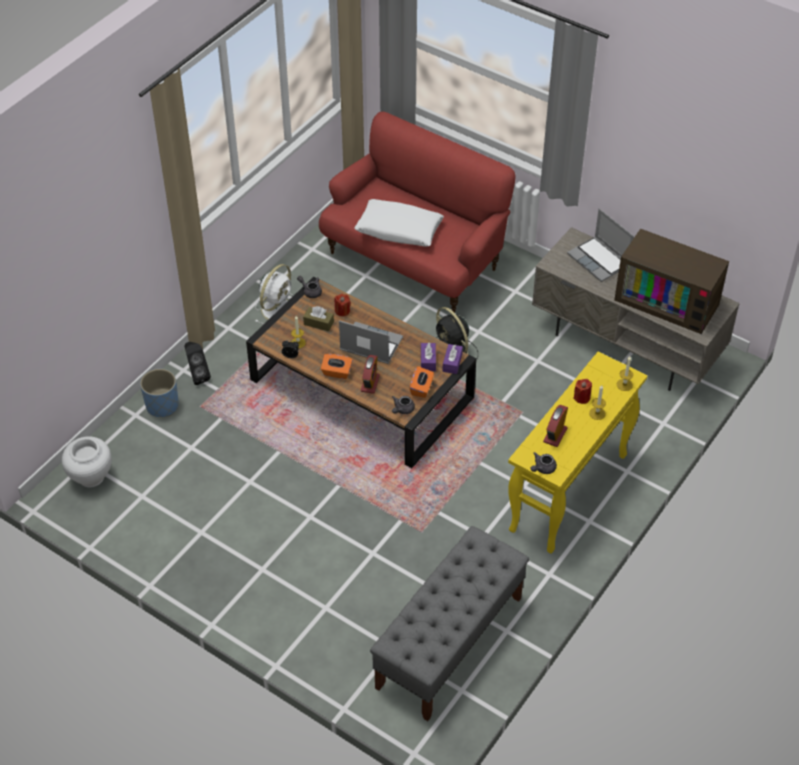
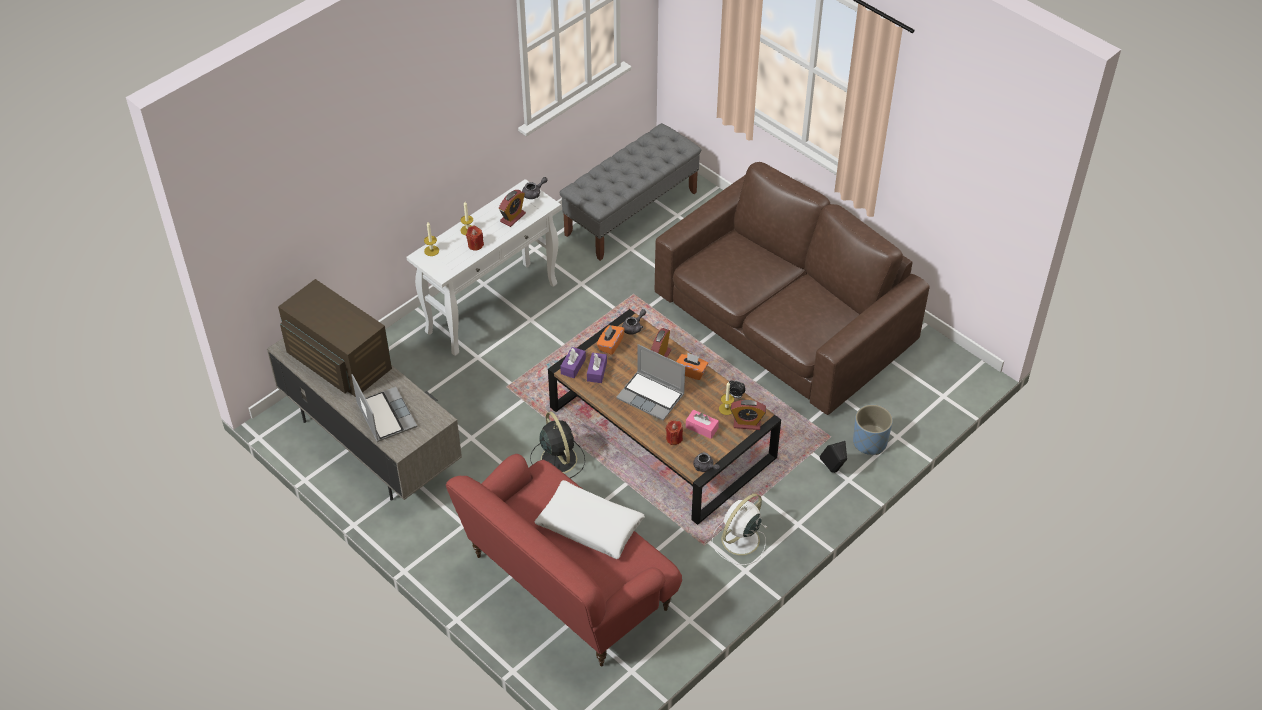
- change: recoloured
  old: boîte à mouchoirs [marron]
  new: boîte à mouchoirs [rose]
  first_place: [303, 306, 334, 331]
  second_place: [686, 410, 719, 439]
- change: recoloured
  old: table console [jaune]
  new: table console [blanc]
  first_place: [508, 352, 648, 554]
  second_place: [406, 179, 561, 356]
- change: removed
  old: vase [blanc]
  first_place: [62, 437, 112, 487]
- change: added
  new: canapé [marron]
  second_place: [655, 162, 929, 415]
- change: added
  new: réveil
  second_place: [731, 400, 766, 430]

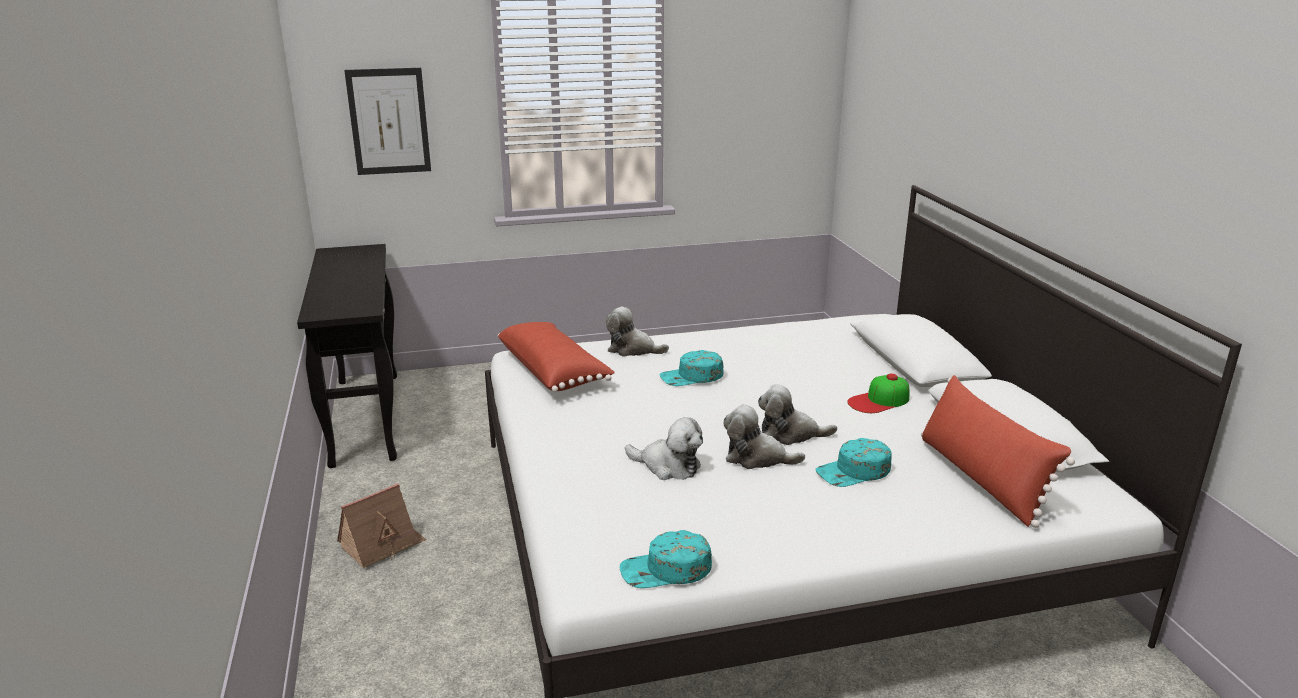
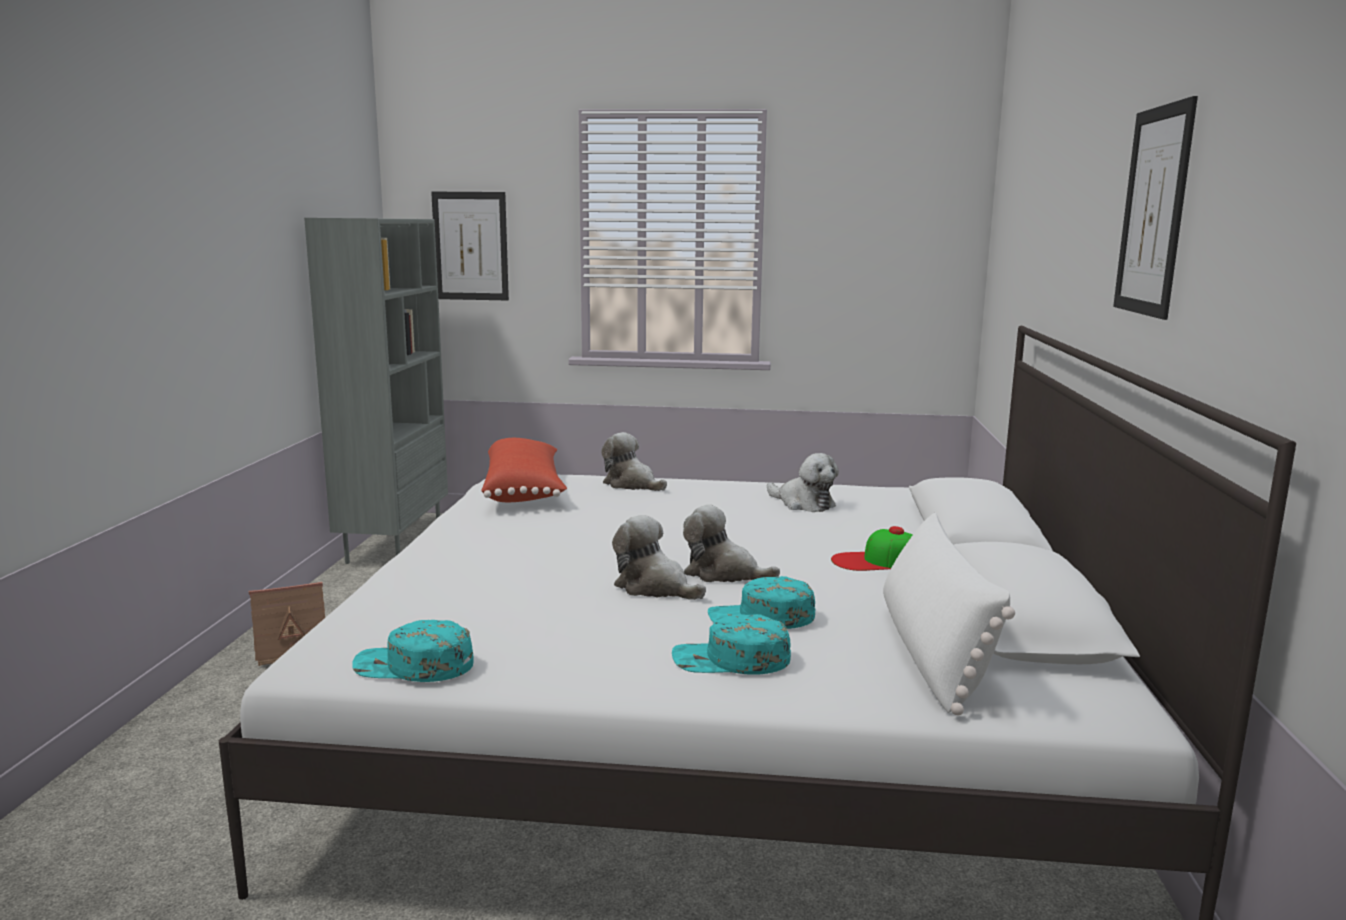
- change: replaced
  old: table console [noir]
  new: bibliothèque [gris]
  first_place: [297, 244, 397, 468]
  second_place: [304, 218, 448, 564]
- change: moved
  old: casquette [turquoise]
  first_place: [659, 350, 724, 386]
  second_place: [672, 614, 791, 675]
- change: recoloured
  old: coussin [rouge]
  new: coussin [blanc]
  first_place: [921, 375, 1075, 528]
  second_place: [883, 512, 1015, 715]
- change: moved
  old: peluche
  first_place: [625, 417, 703, 480]
  second_place: [767, 453, 839, 512]
- change: added
  new: tableau
  second_place: [1113, 96, 1198, 320]

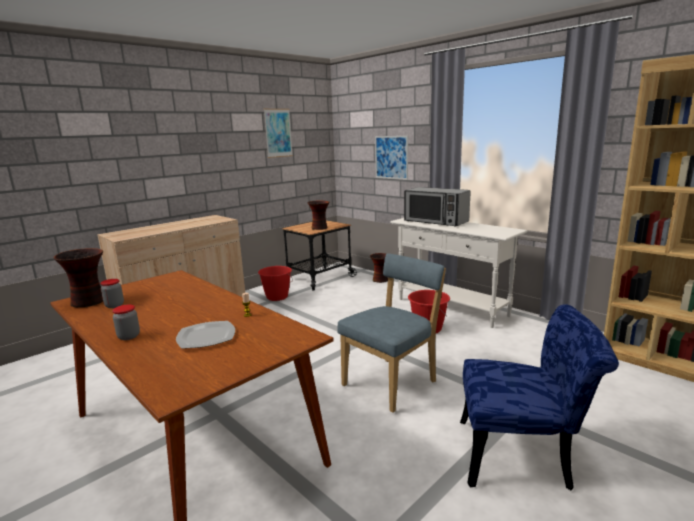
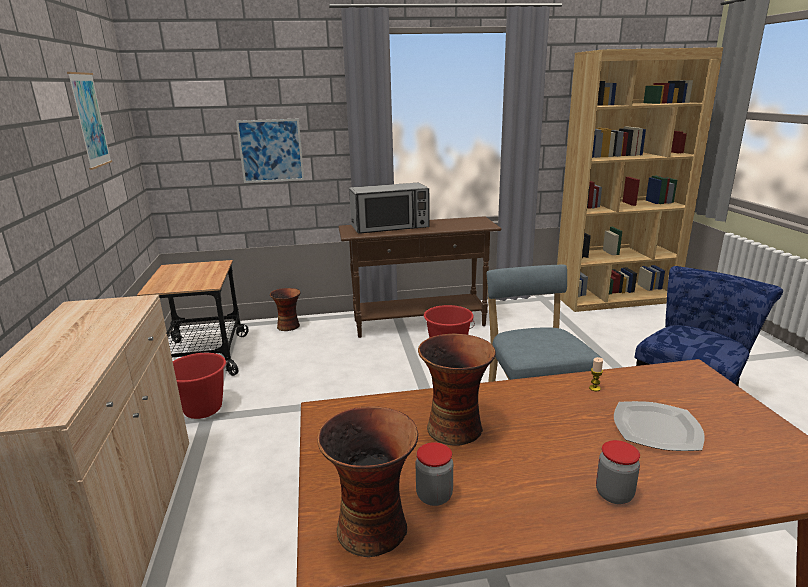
- change: moved
  old: vase
  first_place: [308, 200, 330, 230]
  second_place: [418, 334, 496, 446]
- change: recoloured
  old: table console [blanc]
  new: table console [marron]
  first_place: [390, 218, 527, 328]
  second_place: [338, 216, 501, 338]

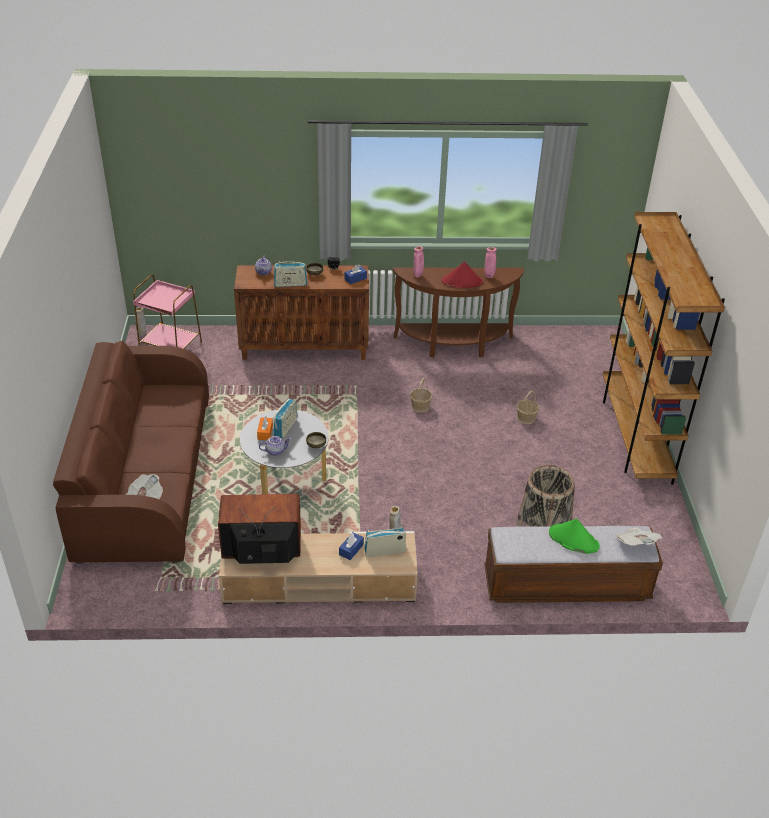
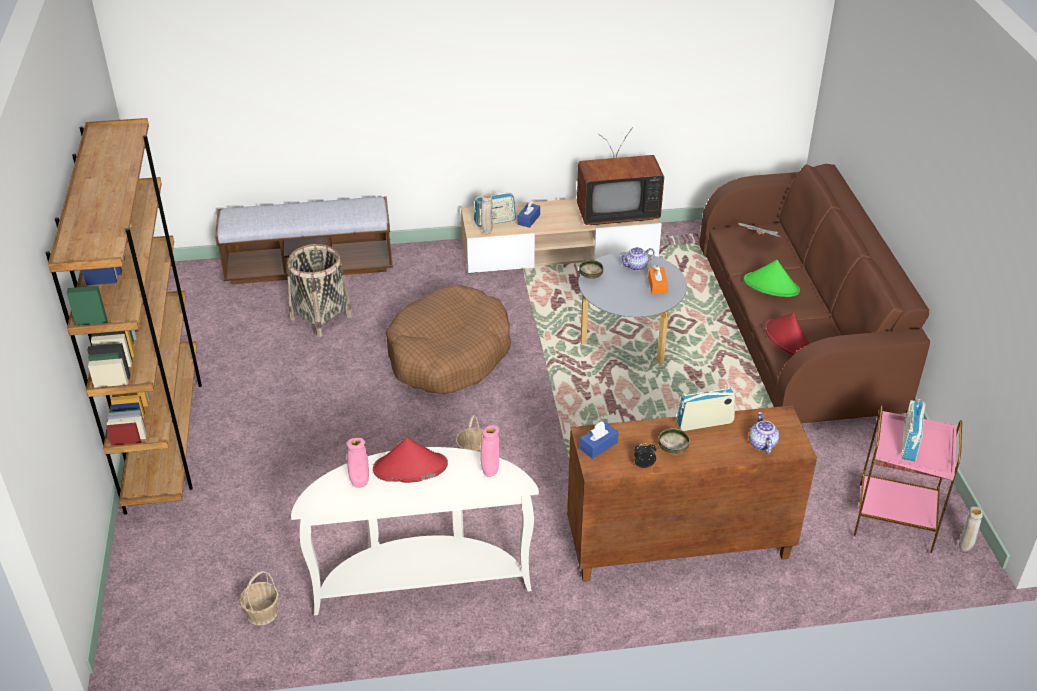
- change: recoloured
  old: table console [marron]
  new: table console [blanc]
  first_place: [393, 267, 524, 358]
  second_place: [291, 447, 539, 615]
- change: moved
  old: panier
  first_place: [516, 390, 539, 424]
  second_place: [239, 571, 279, 625]
- change: moved
  old: radio
  first_place: [273, 398, 298, 439]
  second_place: [902, 399, 926, 461]
- change: moved
  old: chapeau [vert]
  first_place: [549, 519, 600, 554]
  second_place: [744, 260, 800, 297]
- change: removed
  old: journal
  first_place: [616, 527, 663, 545]
- change: added
  new: panier pour chien [marron]
  second_place: [386, 285, 511, 394]
- change: added
  new: chapeau [rouge]
  second_place: [765, 313, 809, 355]

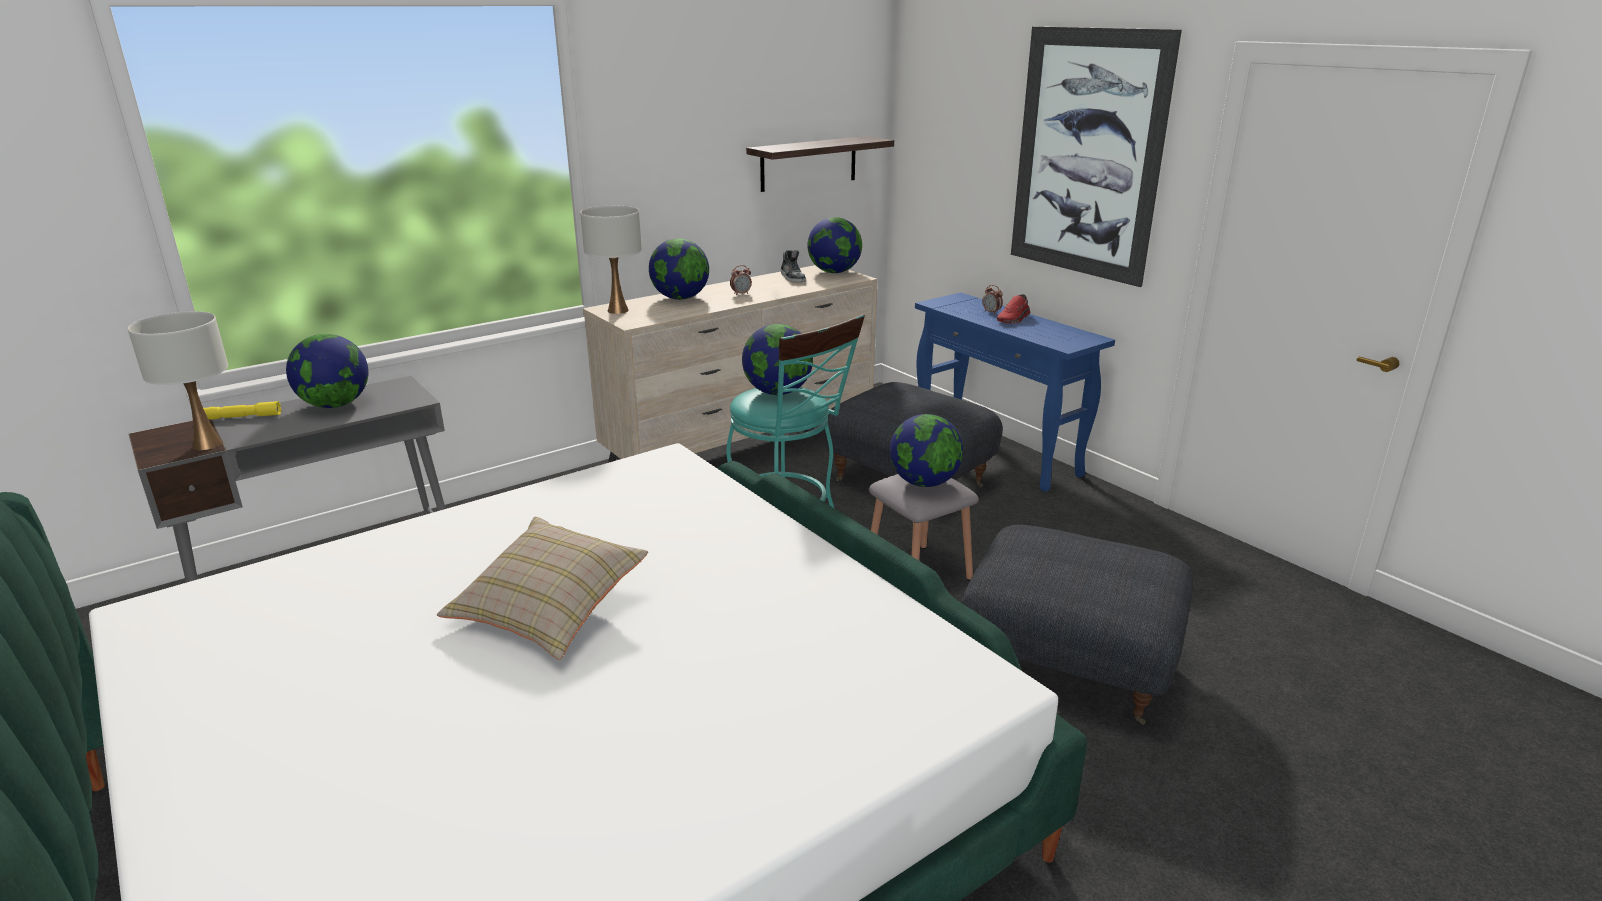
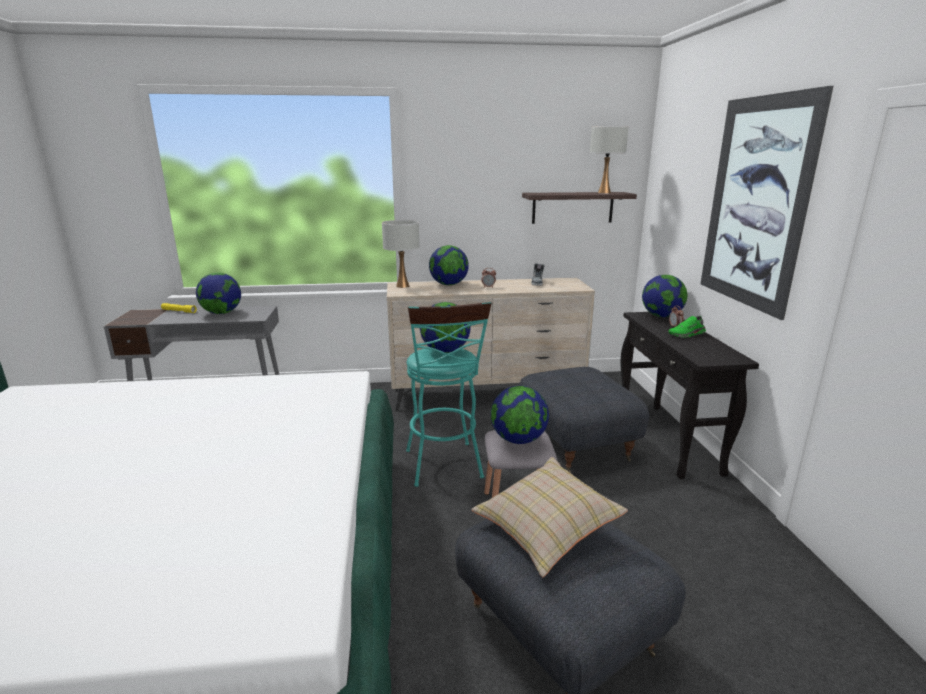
- change: moved
  old: globe
  first_place: [807, 217, 862, 273]
  second_place: [642, 275, 687, 317]
- change: recoloured
  old: table console [bleu]
  new: table console [noir]
  first_place: [915, 292, 1115, 492]
  second_place: [621, 312, 759, 479]
- change: recoloured
  old: chaussure [rouge]
  new: chaussure [vert]
  first_place: [997, 294, 1030, 324]
  second_place: [668, 316, 706, 338]
- change: moved
  old: lampe de table [blanc]
  first_place: [128, 311, 228, 450]
  second_place: [590, 126, 629, 194]
- change: moved
  old: coussin [beige]
  first_place: [437, 517, 648, 660]
  second_place: [471, 457, 628, 577]

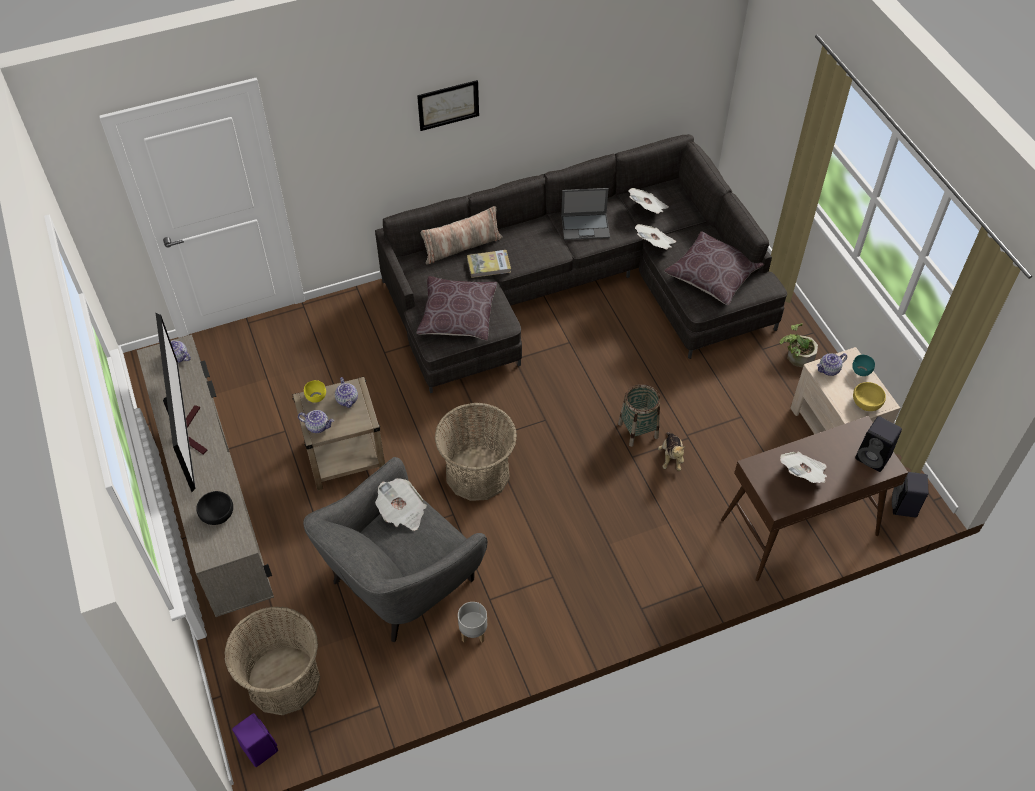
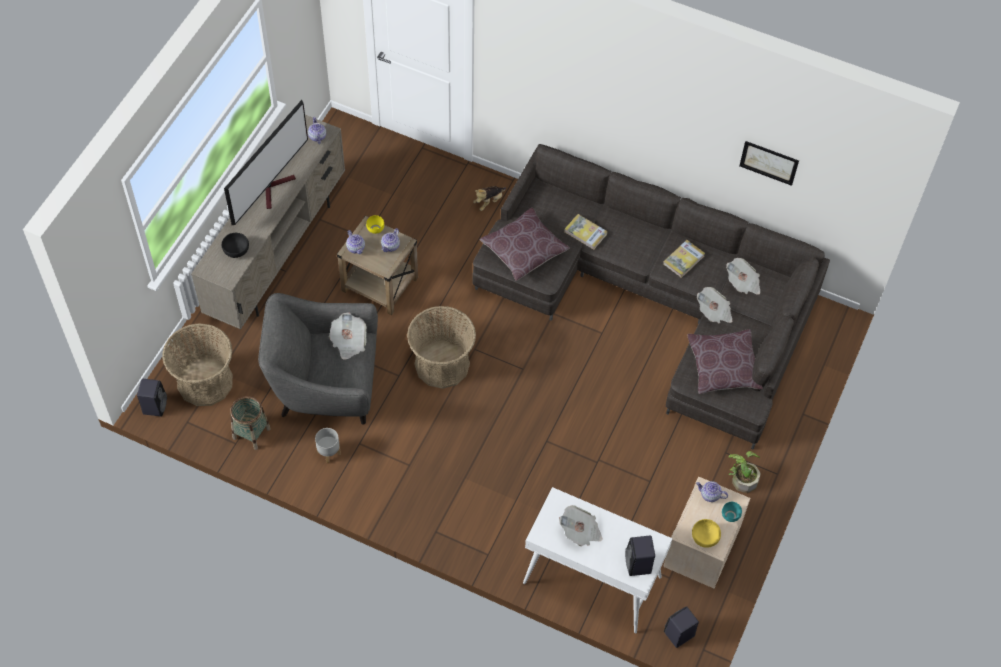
- change: moved
  old: tableau
  first_place: [417, 80, 479, 131]
  second_place: [739, 141, 799, 186]
- change: replaced
  old: ordinateur portable
  new: livre
  first_place: [561, 188, 610, 240]
  second_place: [663, 240, 705, 278]
- change: removed
  old: coussin
  first_place: [420, 206, 503, 265]
- change: moved
  old: panier
  first_place: [618, 384, 660, 447]
  second_place: [230, 396, 271, 450]
- change: recoloured
  old: table console [marron]
  new: table console [blanc]
  first_place: [721, 416, 908, 581]
  second_place: [523, 487, 673, 634]
- change: moved
  old: peluche
  first_place: [658, 432, 685, 471]
  second_place: [473, 186, 506, 211]
- change: recoloured
  old: enceinte [violet]
  new: enceinte [noir]
  first_place: [232, 713, 278, 767]
  second_place: [137, 379, 167, 416]

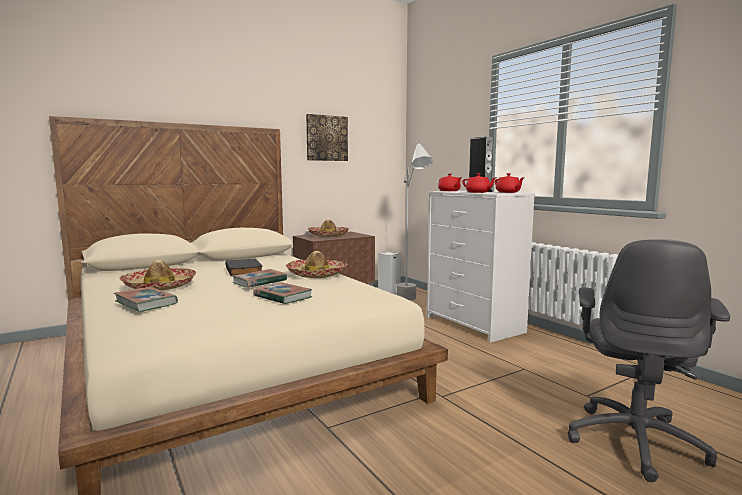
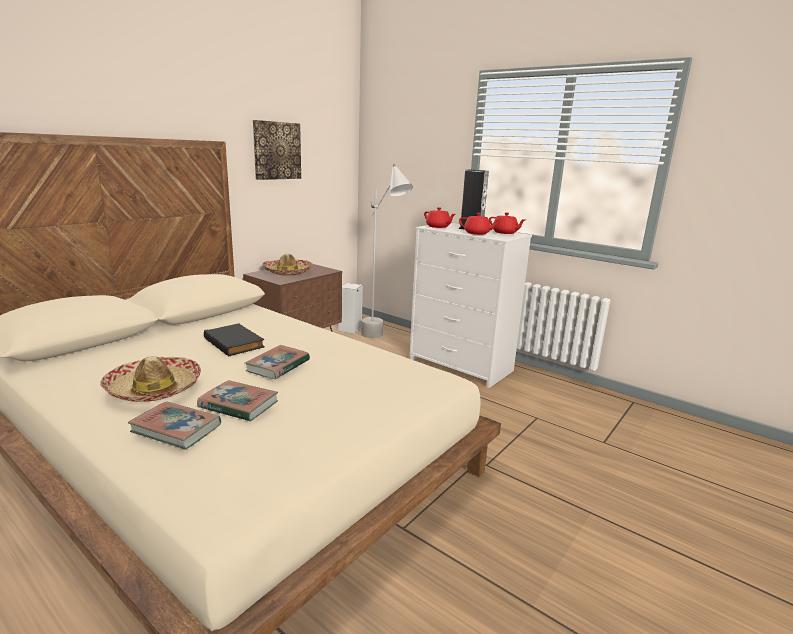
- change: removed
  old: chaise de bureau [gris]
  first_place: [568, 239, 730, 482]
- change: removed
  old: chapeau
  first_place: [286, 251, 347, 278]
- change: moved
  old: livre
  first_place: [253, 282, 313, 304]
  second_place: [197, 380, 278, 422]

